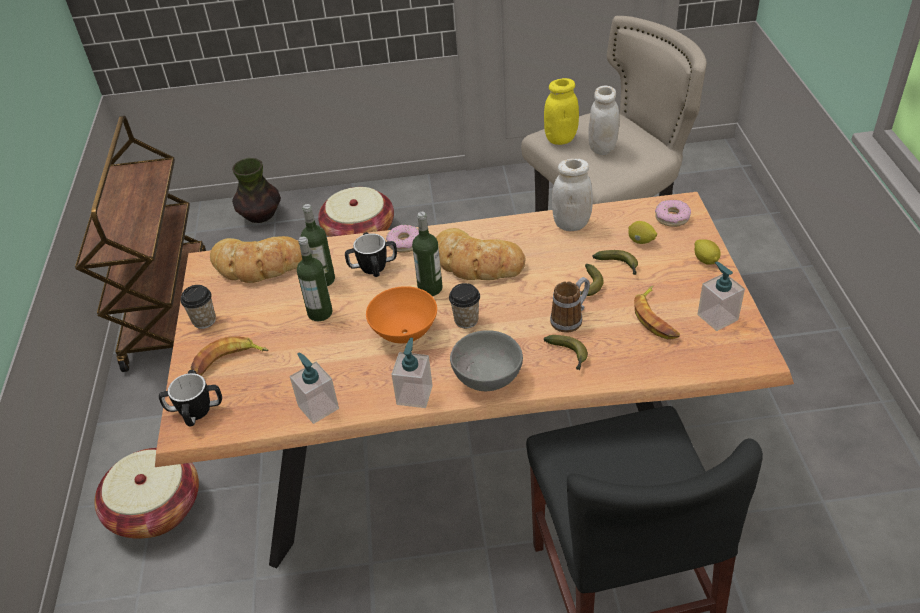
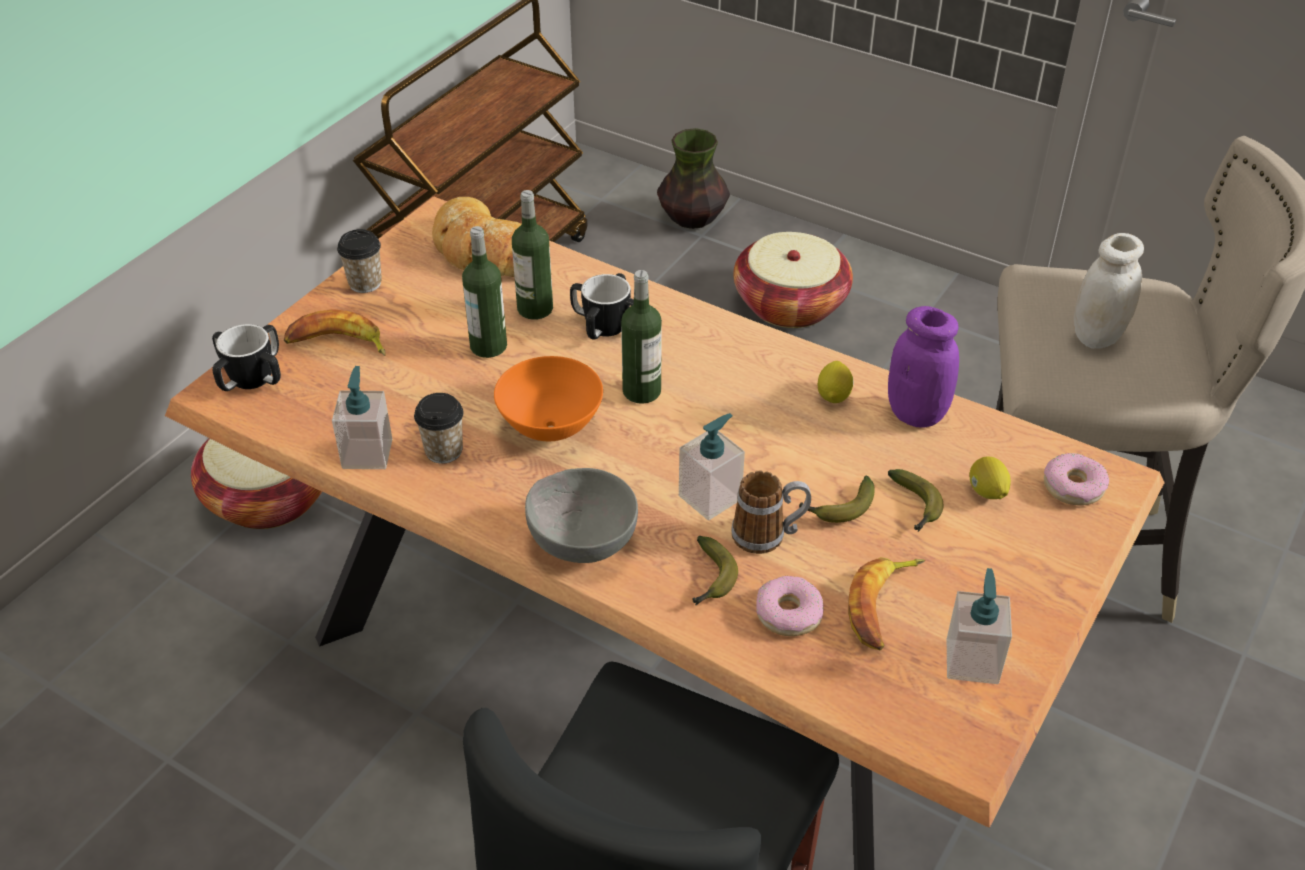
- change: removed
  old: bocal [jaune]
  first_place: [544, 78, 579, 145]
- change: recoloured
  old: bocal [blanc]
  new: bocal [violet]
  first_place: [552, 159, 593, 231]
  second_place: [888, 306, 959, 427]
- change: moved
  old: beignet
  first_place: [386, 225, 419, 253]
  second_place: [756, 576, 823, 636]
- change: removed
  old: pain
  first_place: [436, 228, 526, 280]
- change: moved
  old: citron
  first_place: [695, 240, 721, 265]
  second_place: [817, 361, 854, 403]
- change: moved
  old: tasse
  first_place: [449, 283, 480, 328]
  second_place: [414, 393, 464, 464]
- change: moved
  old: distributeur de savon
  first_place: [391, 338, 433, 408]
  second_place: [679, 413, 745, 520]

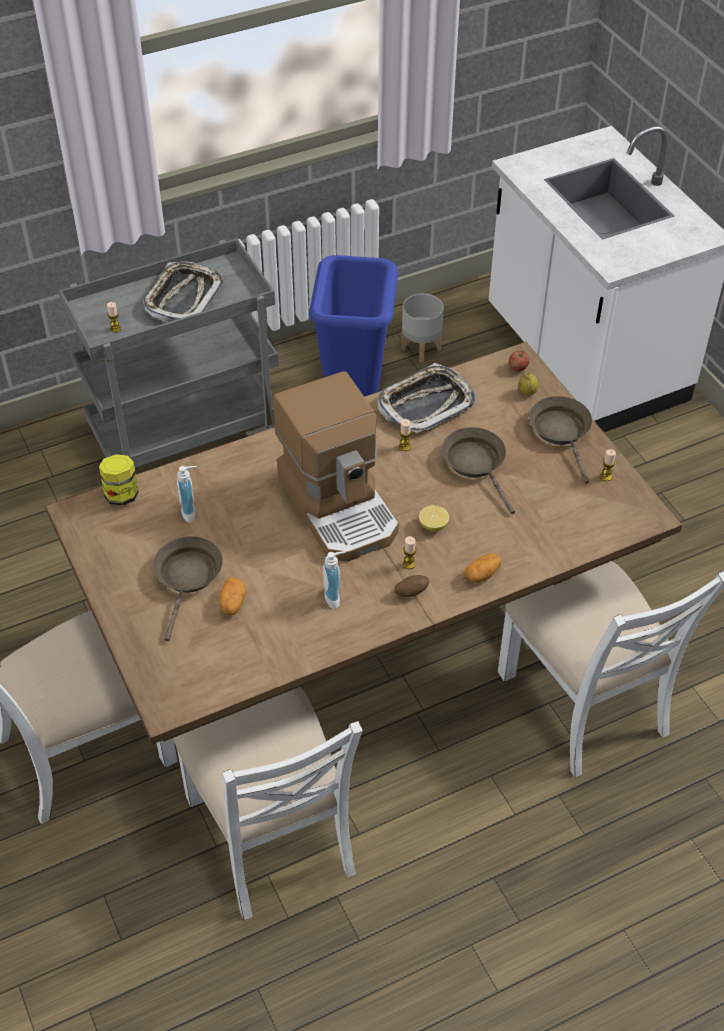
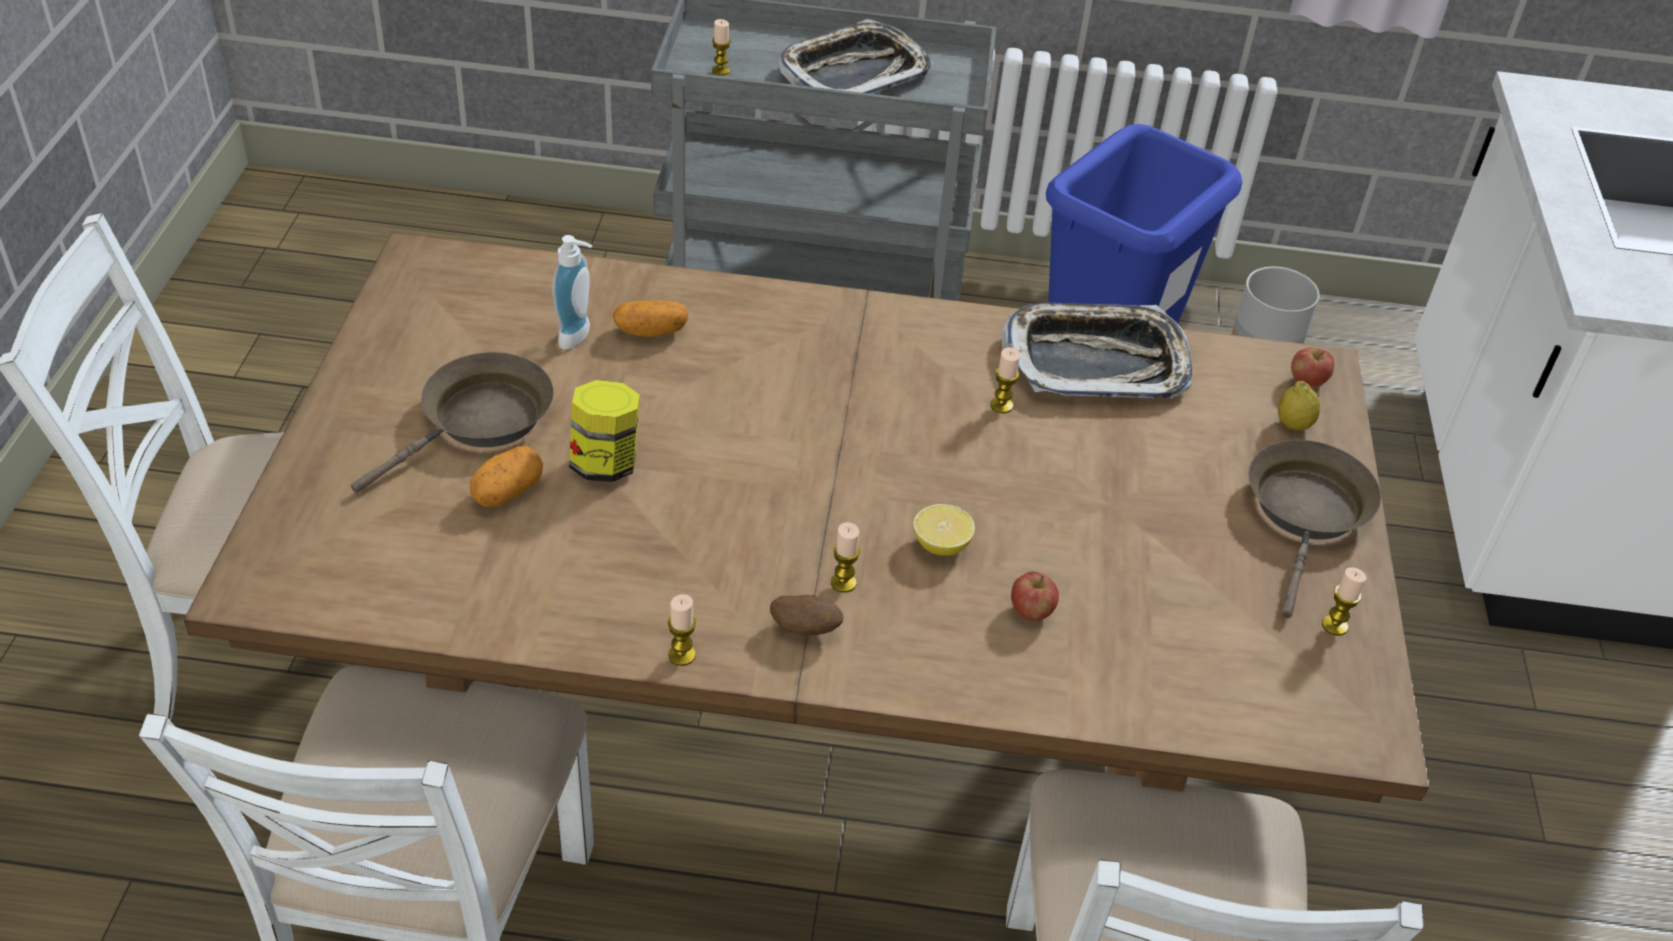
- change: removed
  old: machine à café
  first_place: [273, 371, 399, 562]
- change: removed
  old: poêle [marron]
  first_place: [442, 427, 515, 514]
- change: moved
  old: bocal
  first_place: [99, 454, 139, 505]
  second_place: [569, 380, 640, 482]
- change: removed
  old: distributeur de savon
  first_place: [323, 551, 346, 609]
- change: moved
  old: pomme de terre
  first_place: [464, 553, 501, 583]
  second_place: [613, 300, 688, 337]
- change: added
  new: pomme
  second_place: [1011, 572, 1059, 622]
- change: added
  new: bougie
  second_place: [668, 594, 696, 666]

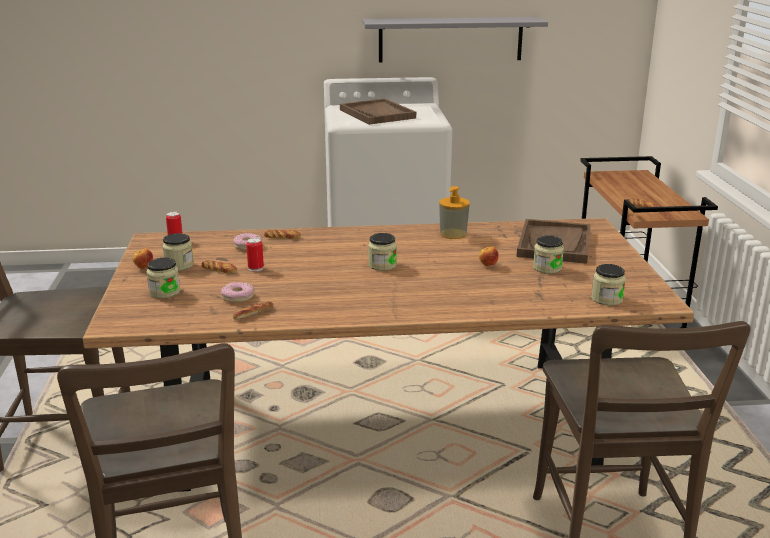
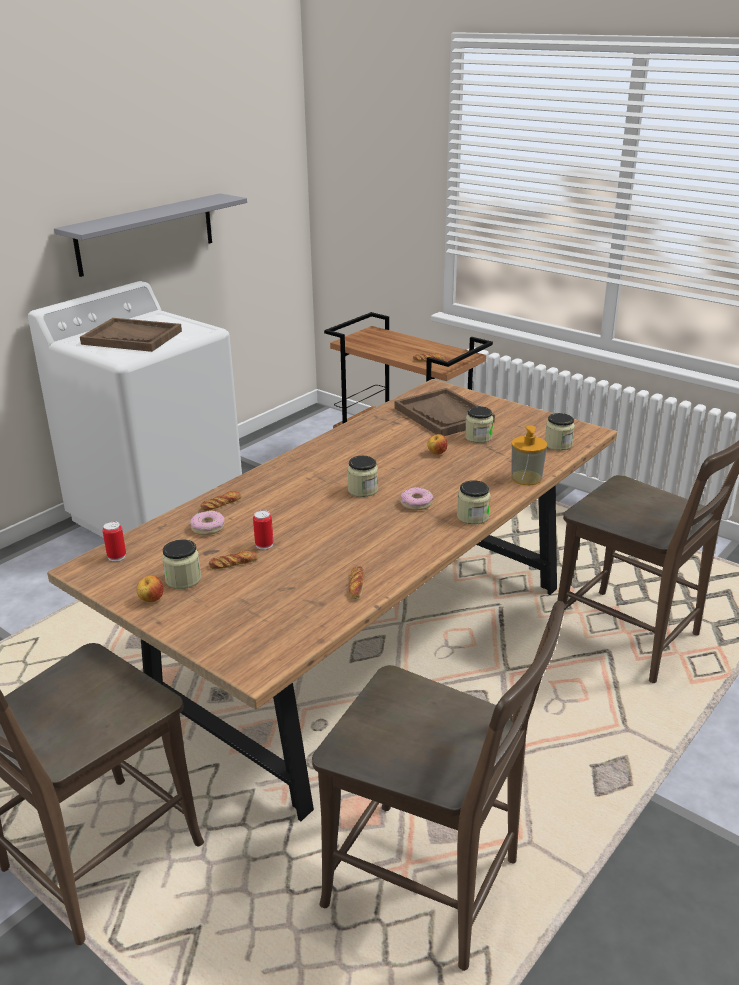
- change: moved
  old: distributeur de savon
  first_place: [439, 186, 470, 239]
  second_place: [511, 425, 547, 485]
- change: moved
  old: bocal
  first_place: [147, 258, 180, 299]
  second_place: [457, 480, 491, 525]
- change: moved
  old: beignet
  first_place: [221, 282, 254, 303]
  second_place: [400, 487, 433, 510]

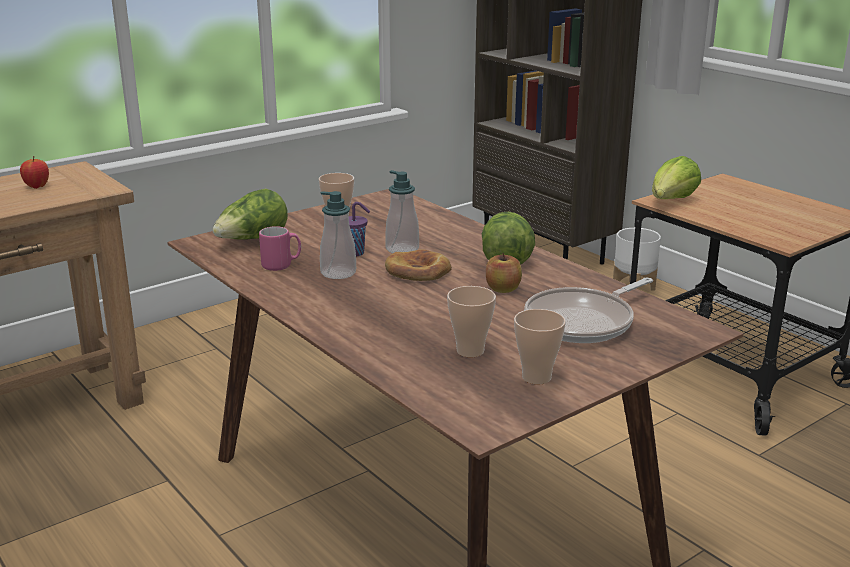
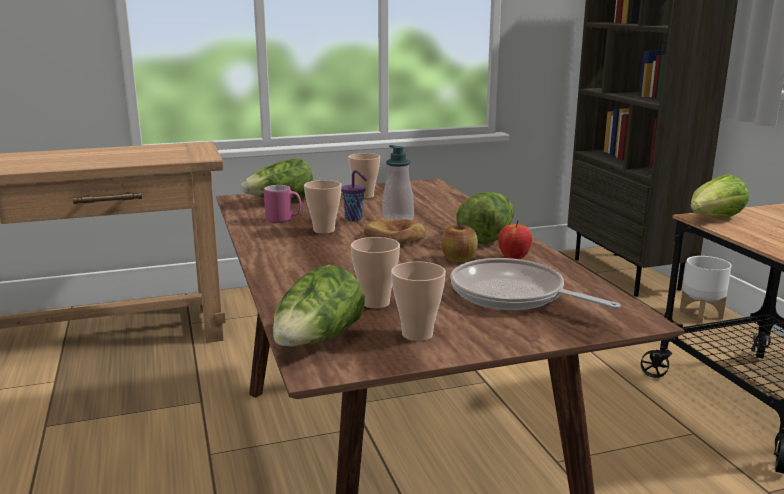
- change: moved
  old: pomme
  first_place: [20, 156, 49, 189]
  second_place: [498, 220, 532, 259]
- change: replaced
  old: distributeur de savon
  new: tasse
  first_place: [320, 191, 356, 279]
  second_place: [304, 180, 342, 234]
- change: turned
  old: poêle
  first_place: [524, 277, 653, 343]
  second_place: [450, 258, 621, 310]
  degrees: 60
- change: added
  new: laitue
  second_place: [273, 265, 365, 347]

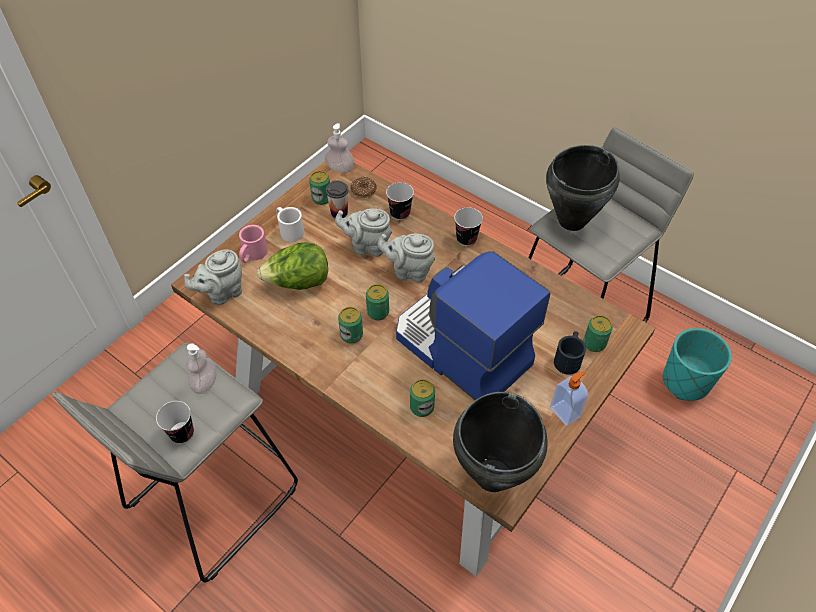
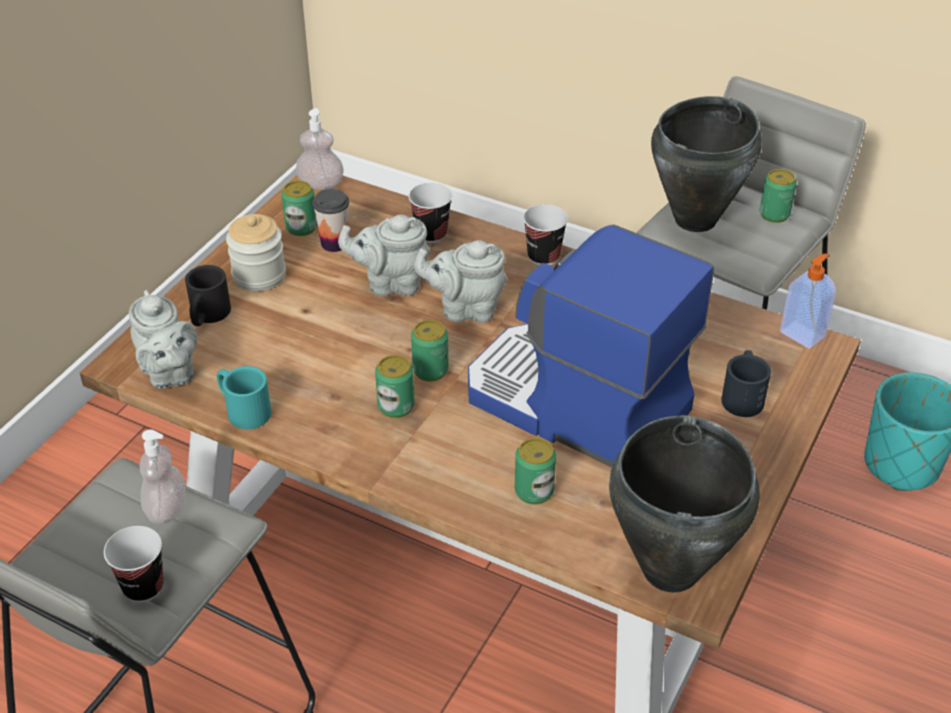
- change: removed
  old: beignet
  first_place: [350, 176, 377, 198]
- change: replaced
  old: mug [blanc]
  new: bocal
  first_place: [276, 207, 304, 242]
  second_place: [226, 214, 286, 291]
- change: recoloured
  old: mug [rose]
  new: mug [noir]
  first_place: [239, 225, 268, 263]
  second_place: [185, 265, 231, 326]
- change: removed
  old: laitue
  first_place: [257, 242, 328, 290]
- change: turned
  old: théière [gris]
  first_place: [184, 250, 242, 305]
  second_place: [129, 290, 197, 389]
  degrees: -75
- change: moved
  old: boîte métallique
  first_place: [584, 315, 613, 352]
  second_place: [760, 169, 797, 223]
- change: moved
  old: distributeur de savon
  first_place: [550, 371, 588, 426]
  second_place: [780, 254, 836, 349]
- change: added
  new: mug [turquoise]
  second_place: [217, 366, 271, 429]

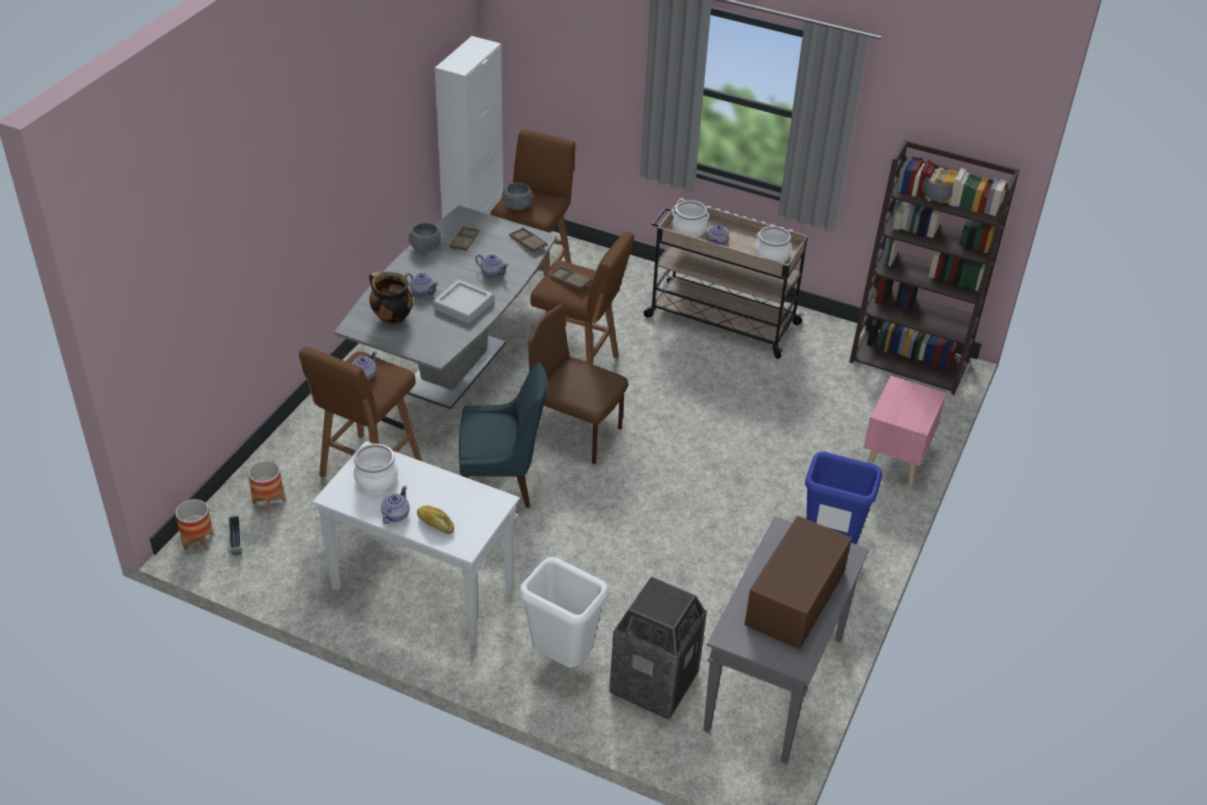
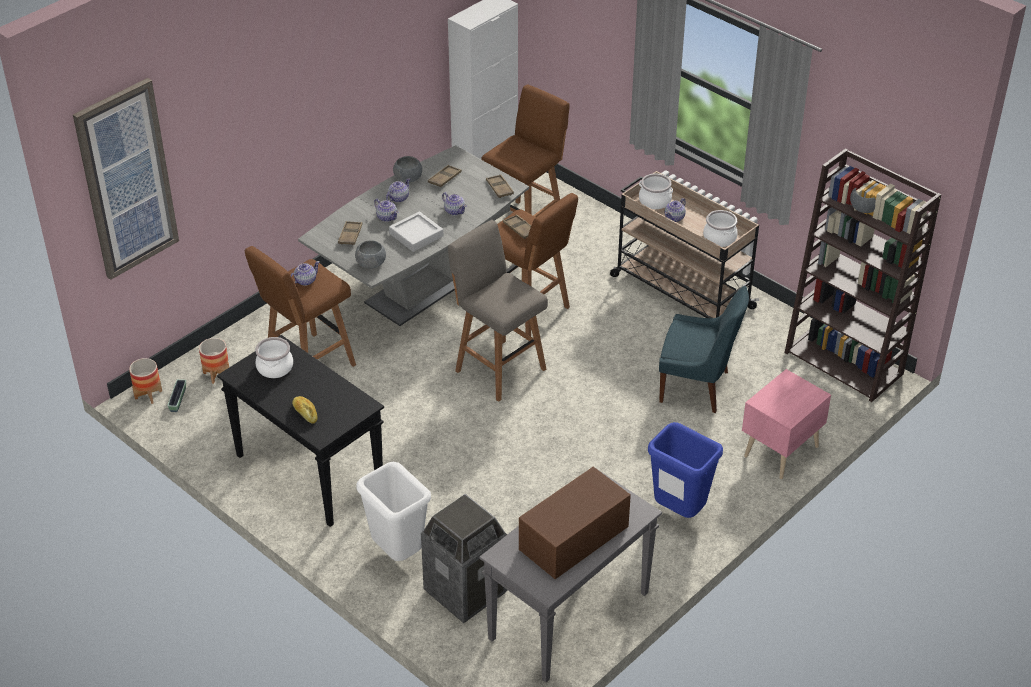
- change: moved
  old: bol [gris]
  first_place: [502, 183, 533, 210]
  second_place: [355, 240, 386, 269]
- change: replaced
  old: marmite
  new: plateau [marron]
  first_place: [369, 271, 413, 325]
  second_place: [338, 221, 363, 245]
- change: replaced
  old: chaise [marron]
  new: tabouret [gris]
  first_place: [528, 305, 628, 464]
  second_place: [448, 220, 548, 402]
- change: moved
  old: chaise [bleu]
  first_place: [459, 362, 548, 508]
  second_place: [659, 286, 749, 413]
- change: recoloured
  old: table console [blanc]
  new: table console [noir]
  first_place: [313, 441, 520, 646]
  second_place: [217, 335, 384, 527]
- change: moved
  old: théière
  first_place: [381, 486, 410, 524]
  second_place: [386, 178, 410, 202]
- change: added
  new: tableau
  second_place: [73, 78, 179, 280]

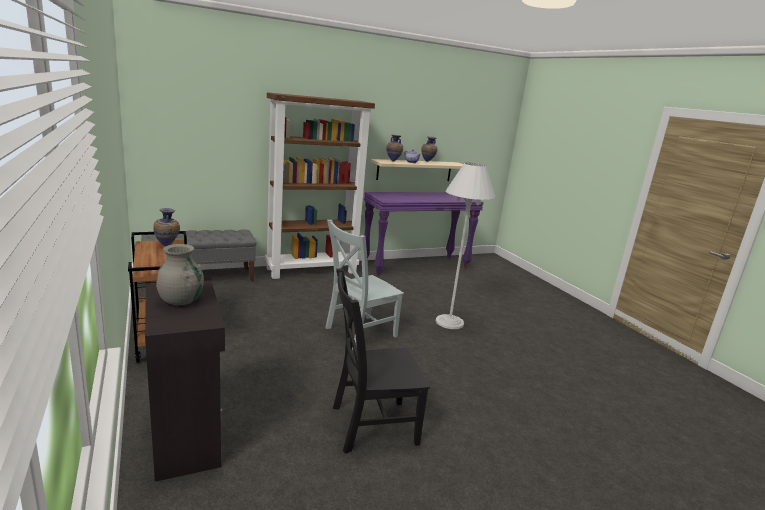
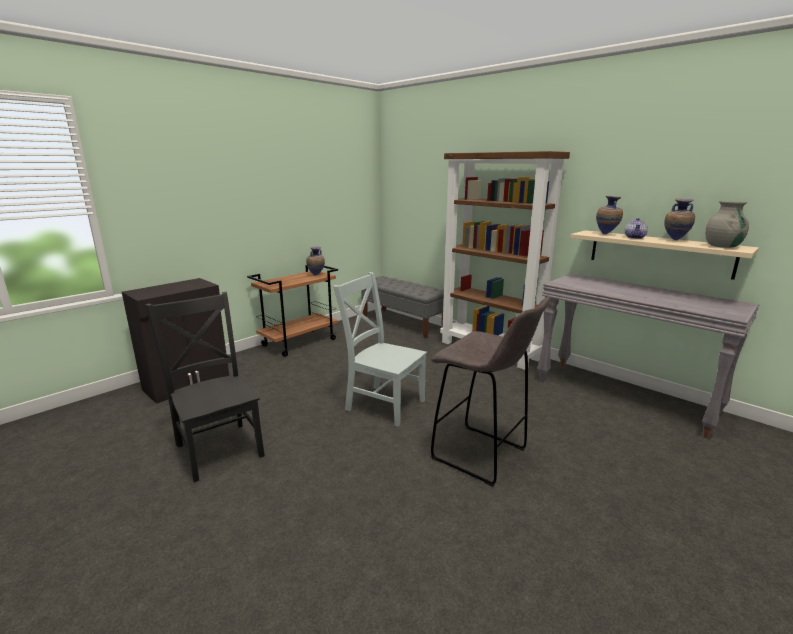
- change: replaced
  old: lampadaire [blanc]
  new: tabouret [gris]
  first_place: [436, 163, 496, 329]
  second_place: [431, 296, 551, 487]
- change: recoloured
  old: table console [violet]
  new: table console [gris]
  first_place: [364, 192, 484, 276]
  second_place: [537, 273, 759, 439]
- change: moved
  old: vase [gris]
  first_place: [156, 244, 204, 305]
  second_place: [705, 201, 749, 248]

